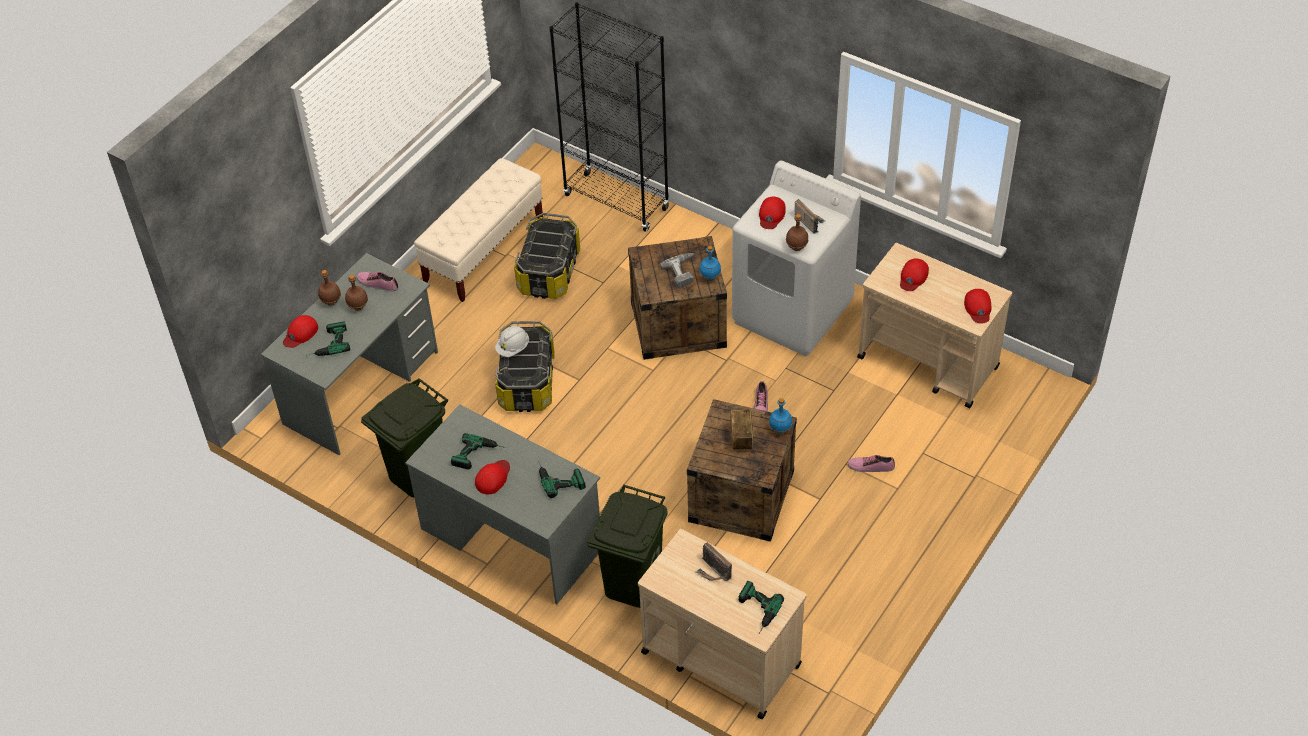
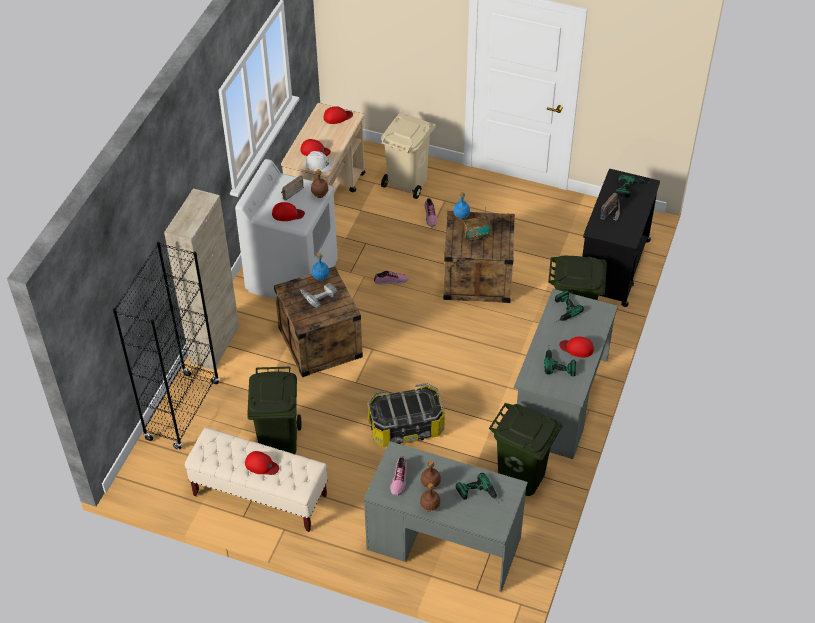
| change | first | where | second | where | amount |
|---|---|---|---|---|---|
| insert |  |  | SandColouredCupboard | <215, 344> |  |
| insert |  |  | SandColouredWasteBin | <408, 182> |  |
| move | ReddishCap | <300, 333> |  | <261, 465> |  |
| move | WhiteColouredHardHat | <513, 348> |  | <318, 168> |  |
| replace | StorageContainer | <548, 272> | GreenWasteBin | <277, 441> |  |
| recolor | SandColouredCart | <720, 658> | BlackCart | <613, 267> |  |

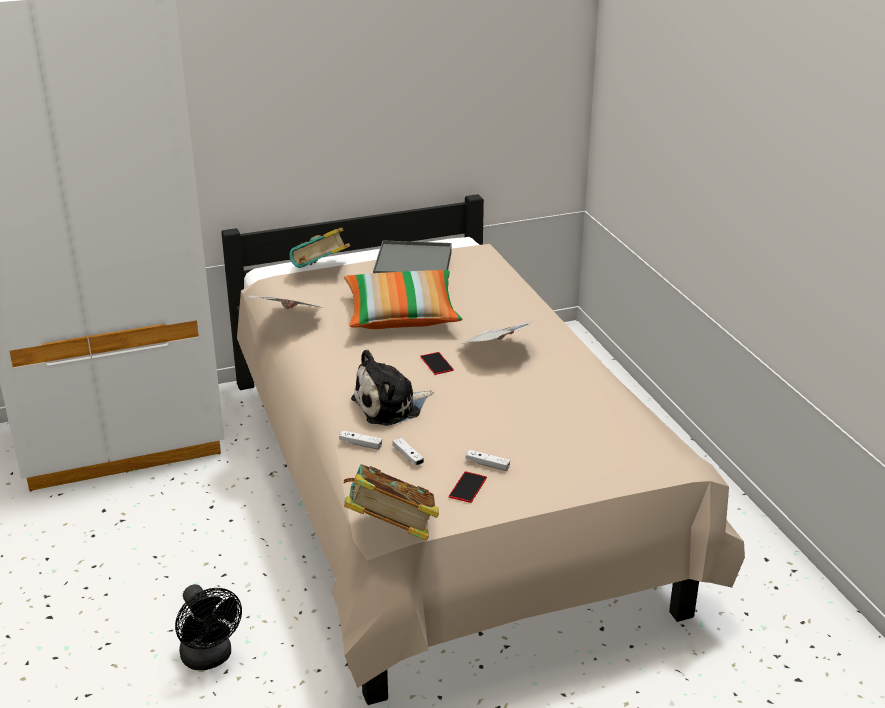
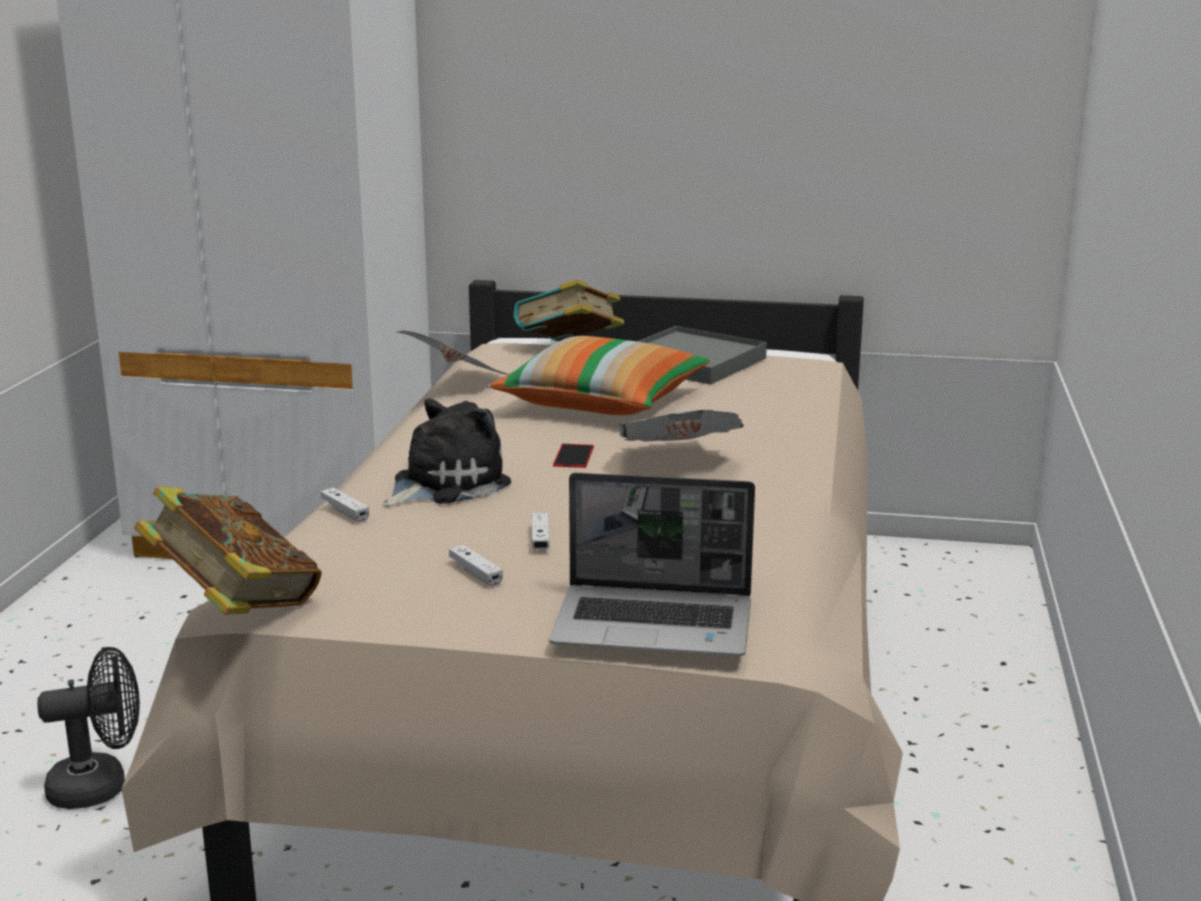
| change | first | where | second | where | amount |
|---|---|---|---|---|---|
| delete | Telephone | <468, 487> |  |  |  |
| insert |  |  | Laptop | <656, 624> |  |
| move | WhiteColouredGameController | <408, 456> |  | <540, 539> |  |
| rotate | BlackFan | <210, 658> |  | <100, 786> | 105 degrees counterclockwise |
| rotate | SoftToy | <390, 406> |  | <444, 484> | 135 degrees clockwise |

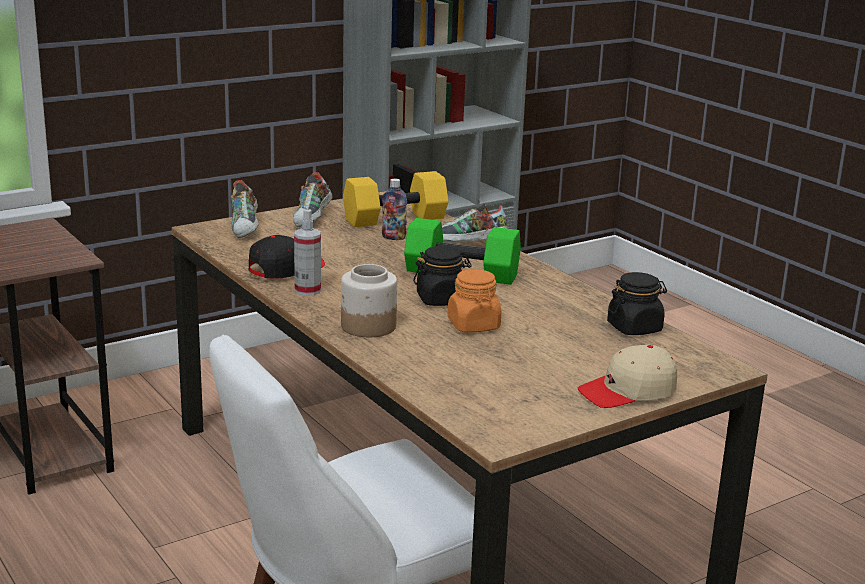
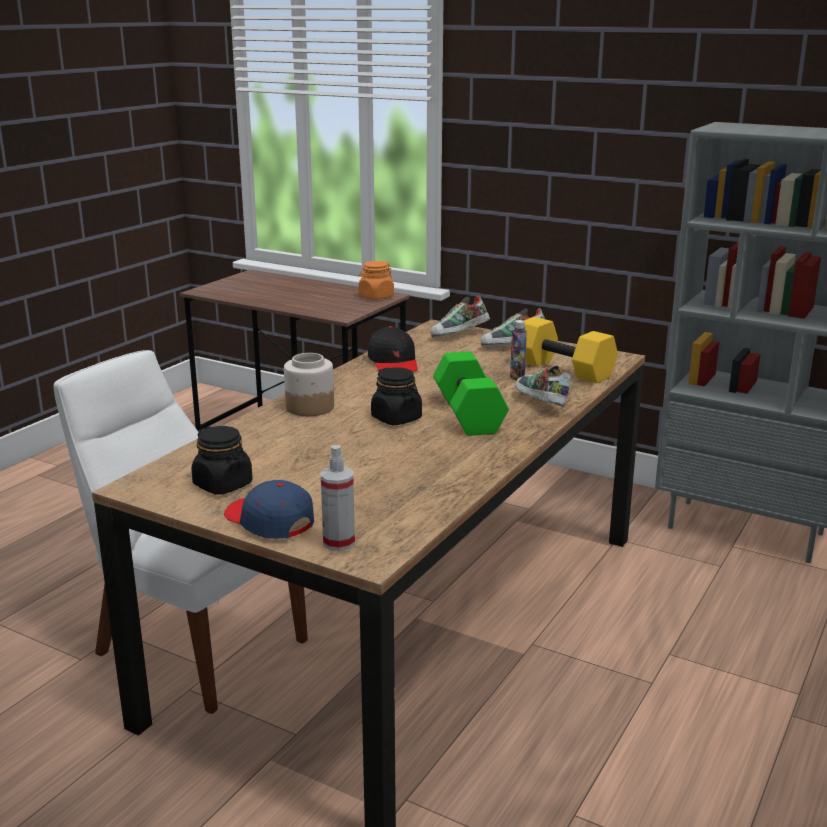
| change | first | where | second | where | amount |
|---|---|---|---|---|---|
| move | Sprayer | <307, 290> |  | <339, 542> |  |
| move | OrangeyStorageJar | <473, 325> |  | <376, 297> |  |
| move | BlackStorageJar | <634, 328> |  | <223, 485> |  |
| recolor | SandColouredCap | <628, 391> | BluishCap | <269, 521> |  |
| rotate | BlackCap | <285, 269> |  | <393, 362> | 60 degrees clockwise |

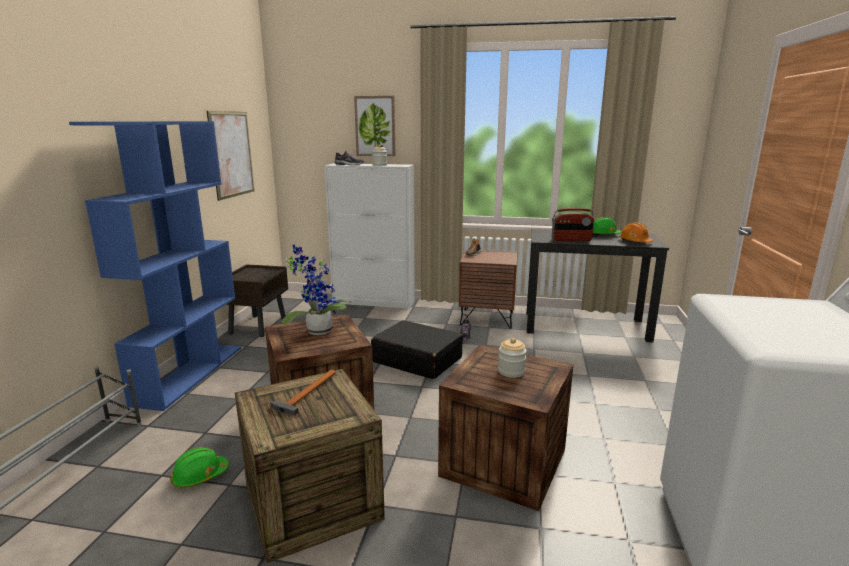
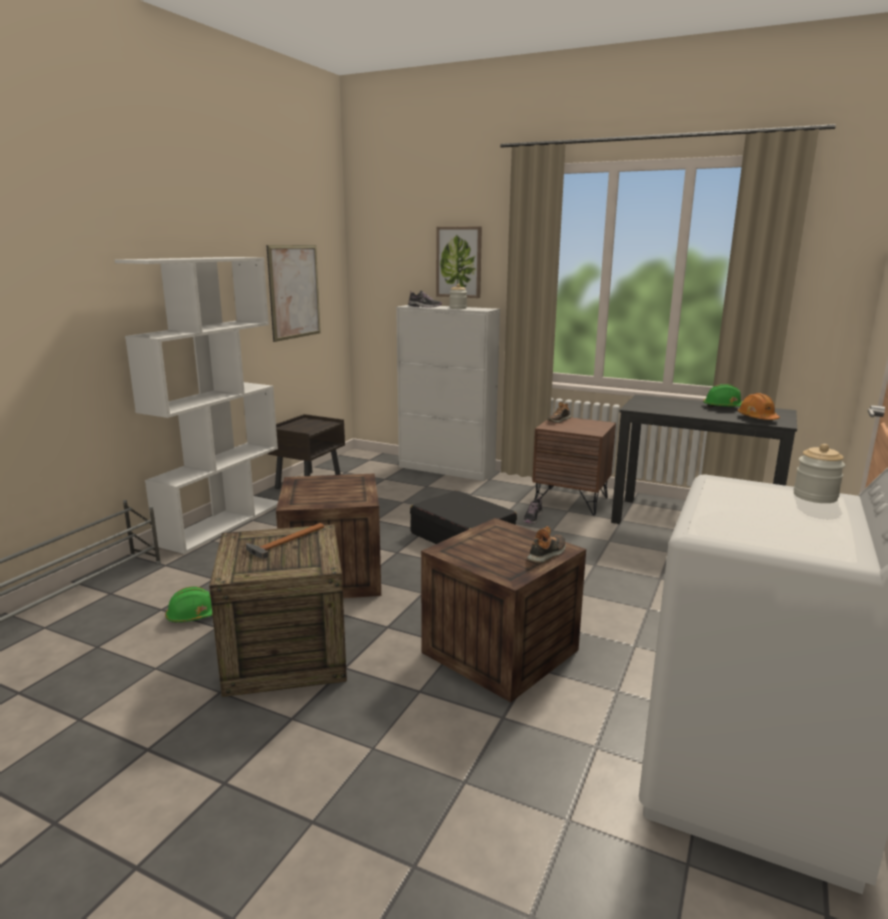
| change | first | where | second | where | amount |
|---|---|---|---|---|---|
| delete | Houseplant | <317, 330> |  |  |  |
| delete | Radio | <571, 240> |  |  |  |
| insert |  |  | Shoe | <547, 553> |  |
| move | StorageJar | <511, 371> |  | <815, 496> |  |
| recolor | BluishShelvingUnit | <190, 374> | WhiteColouredShelvingUnit | <222, 523> |  |

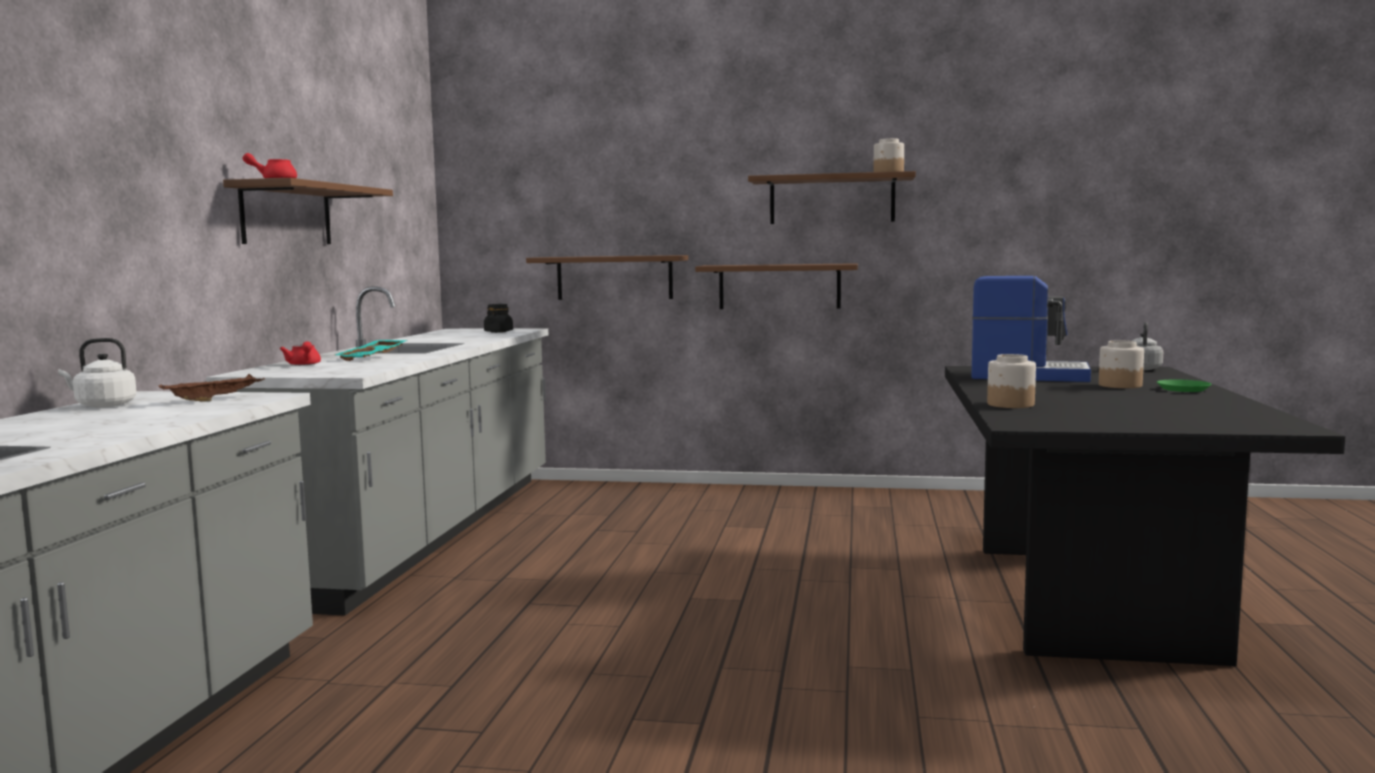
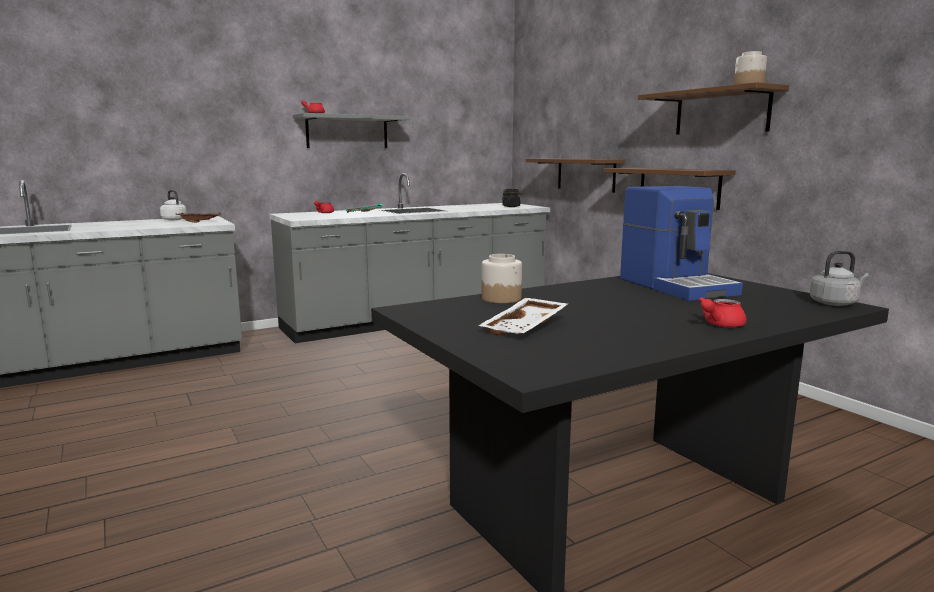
| change | first | where | second | where | amount |
|---|---|---|---|---|---|
| delete | StorageJar | <1119, 385> |  |  |  |
| insert |  |  | WhiteColouredTray | <526, 328> |  |
| replace | GreenDinnerPlate | <1183, 389> | ReddishTeapot | <719, 325> |  |
| recolor | BrownishBracketShelf | <286, 215> | GreyBracketShelf | <347, 132> |  |

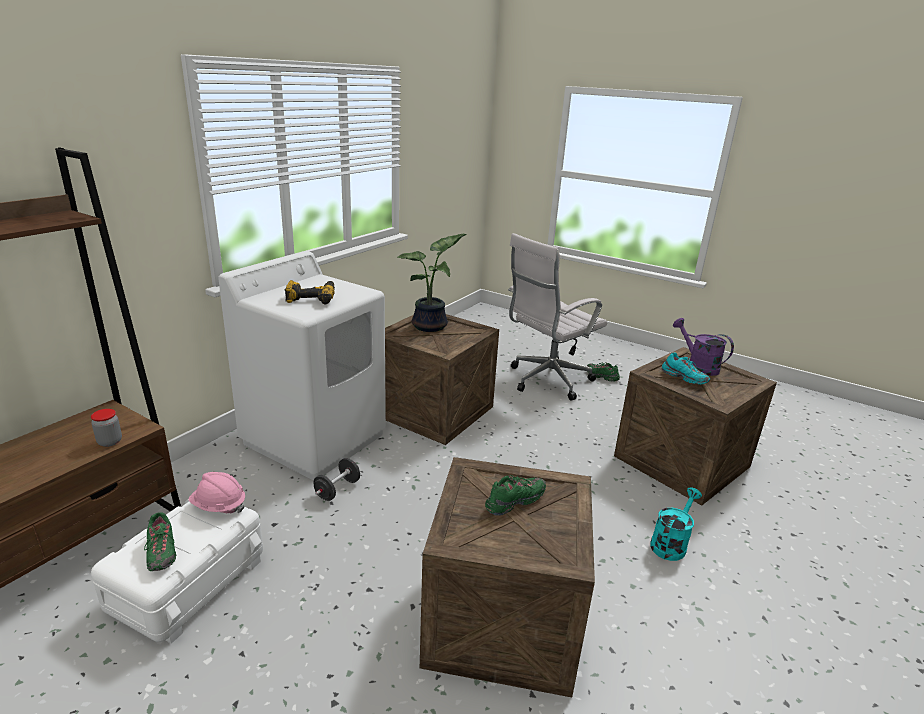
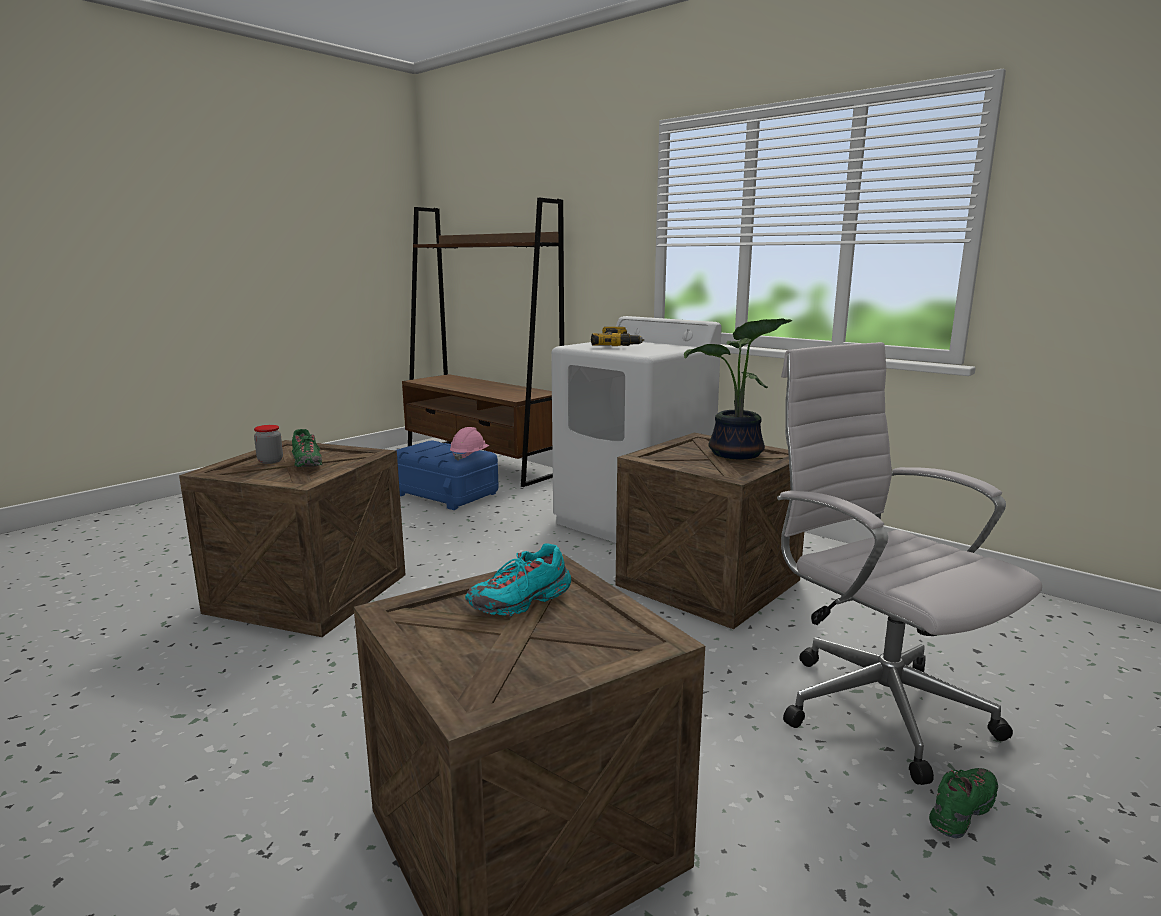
| change | first | where | second | where | amount |
|---|---|---|---|---|---|
| delete | GreenShoe | <162, 552> |  |  |  |
| delete | BlackDumbbell | <337, 489> |  |  |  |
| delete | BlueGreenSprinklingCan | <670, 543> |  |  |  |
| delete | PurpleColouredSprinklingCan | <697, 366> |  |  |  |
| move | StorageJar | <110, 442> |  | <270, 461> |  |
| recolor | WhiteColouredStorageContainer | <188, 583> | BluishStorageContainer | <445, 494> |  |

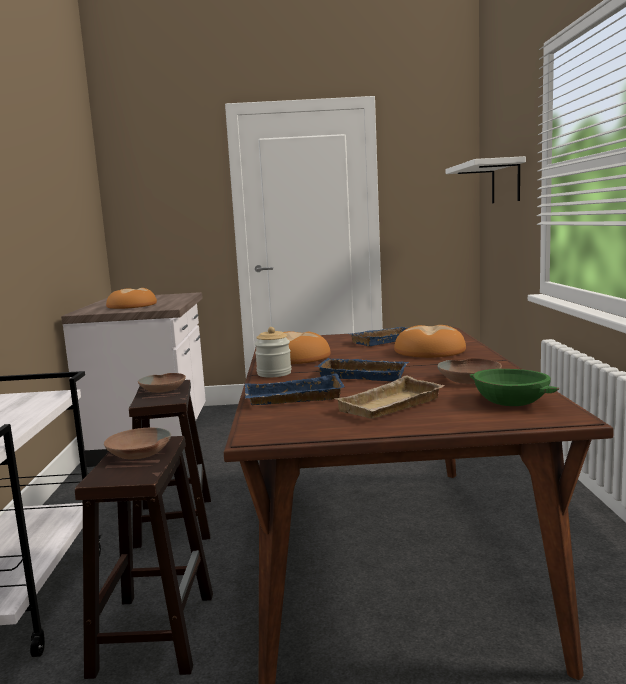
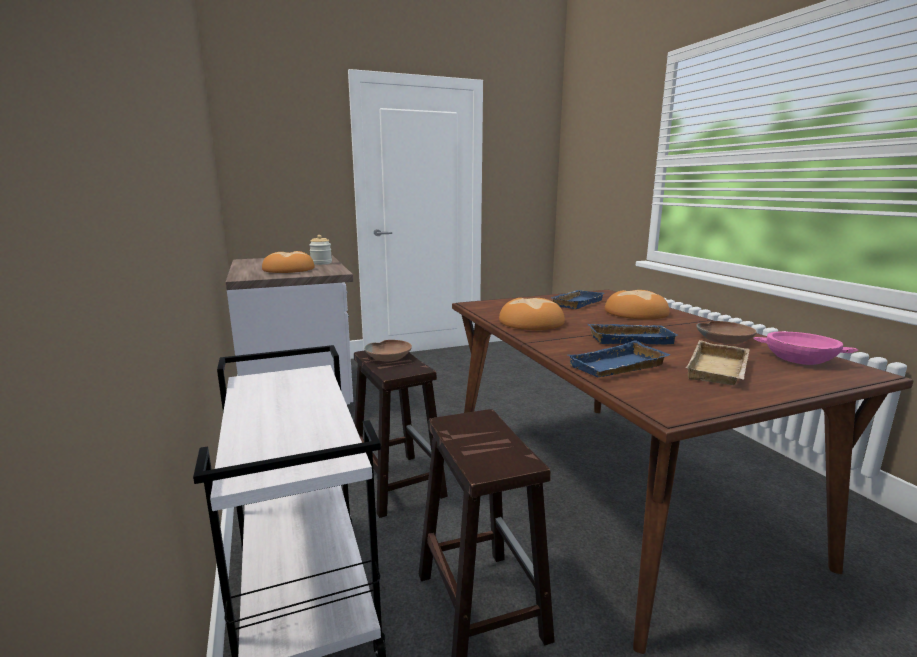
| change | first | where | second | where | amount |
|---|---|---|---|---|---|
| delete | BrownishDeepDish | <138, 453> |  |  |  |
| delete | WhiteColouredBracketShelf | <505, 182> |  |  |  |
| move | StorageJar | <274, 373> |  | <321, 263> |  |
| recolor | GreenDeepDish | <509, 401> | PinkishDeepDish | <799, 360> |  |

